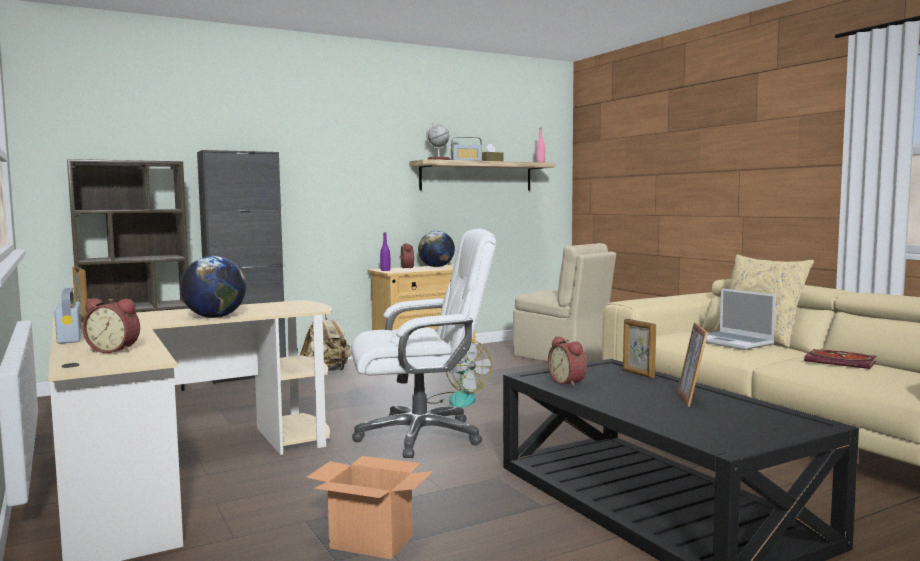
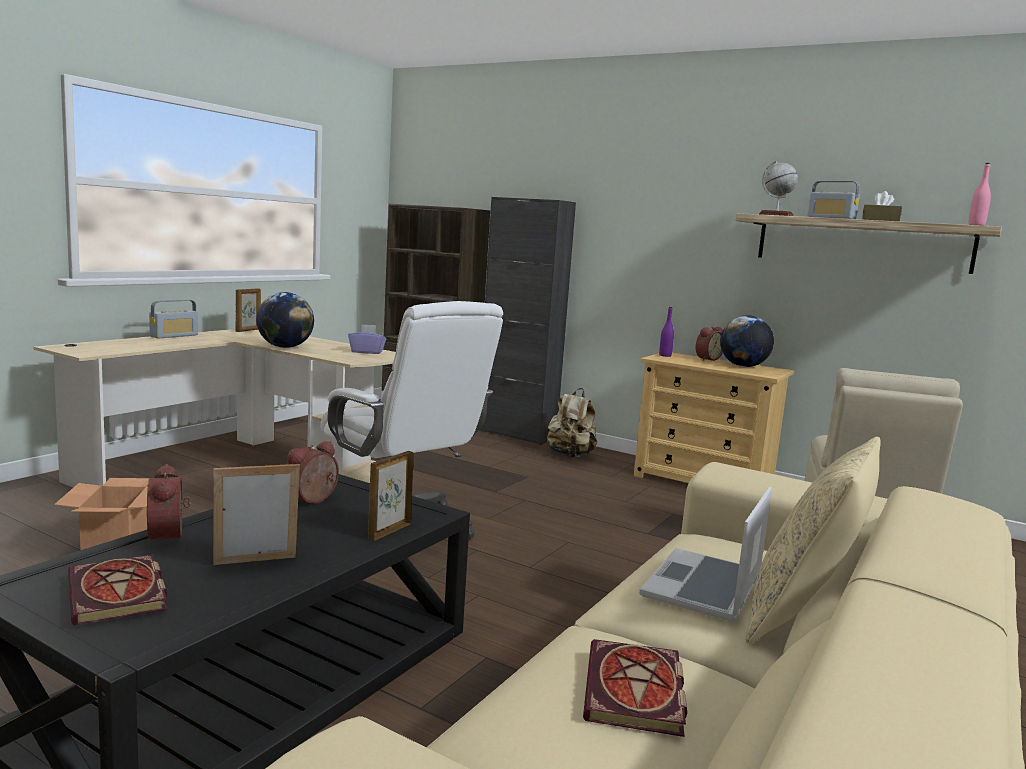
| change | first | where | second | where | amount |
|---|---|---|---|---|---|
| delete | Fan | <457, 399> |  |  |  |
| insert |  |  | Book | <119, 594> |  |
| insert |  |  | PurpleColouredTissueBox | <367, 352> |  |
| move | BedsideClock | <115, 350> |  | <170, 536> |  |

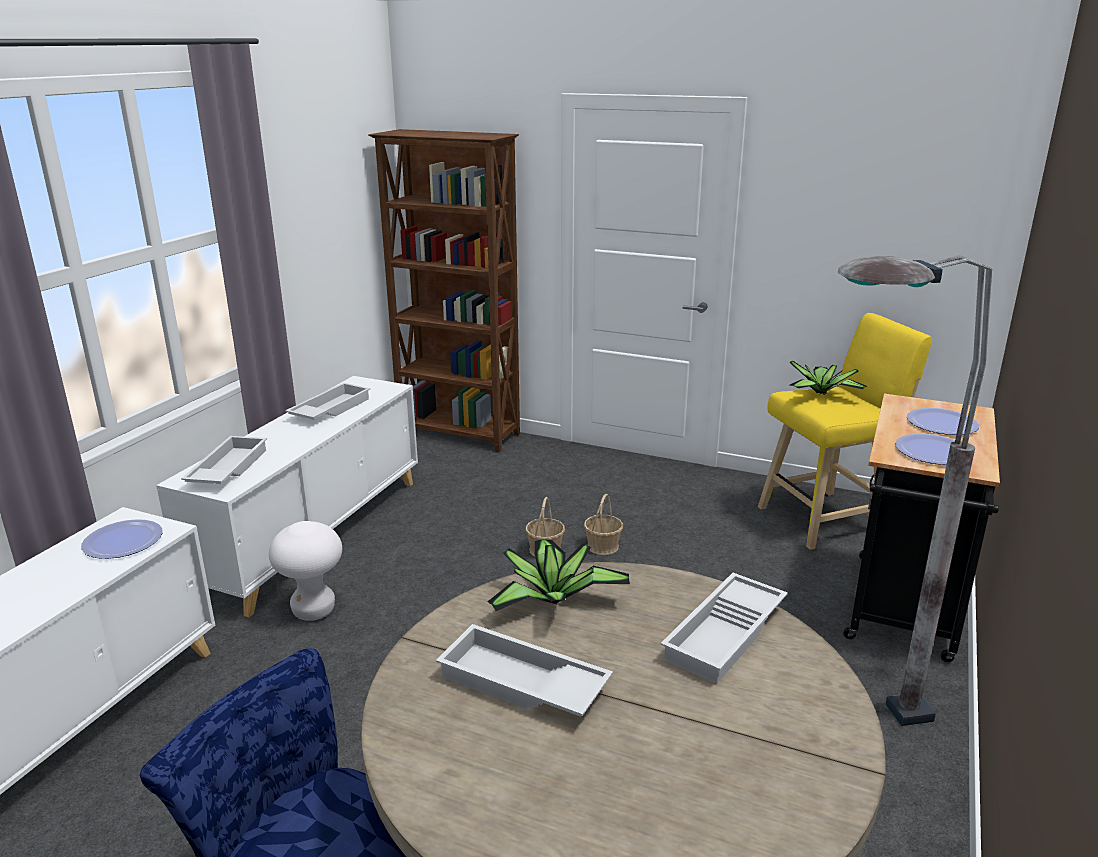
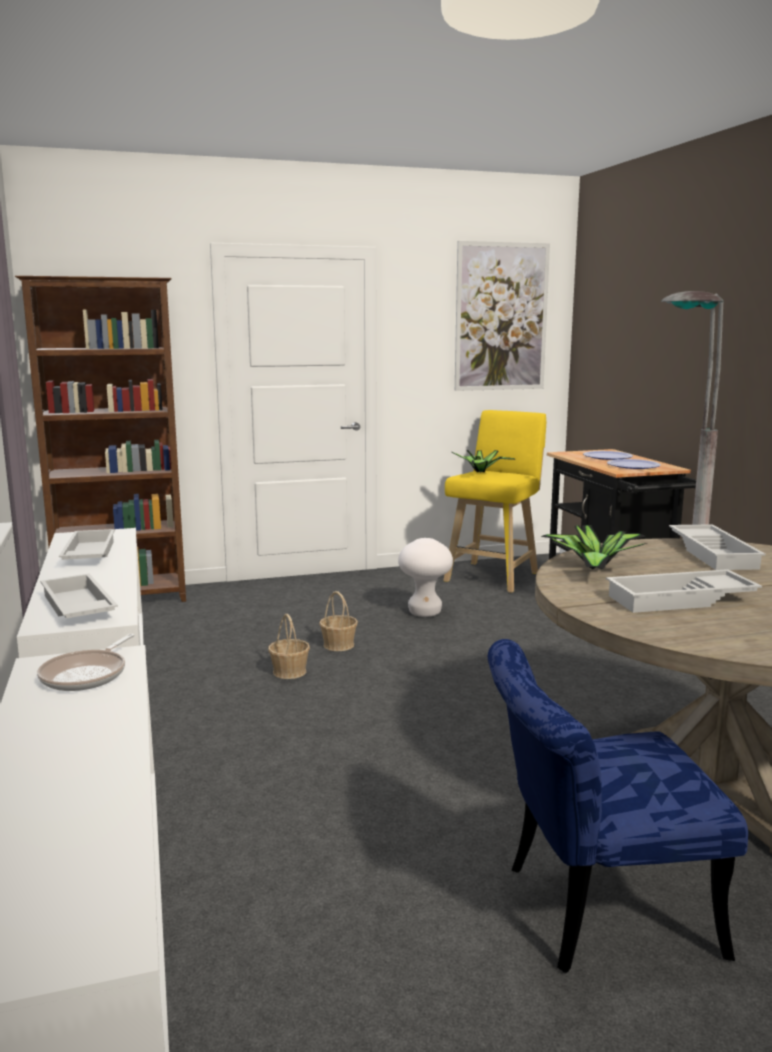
| change | first | where | second | where | amount |
|---|---|---|---|---|---|
| insert |  |  | Picture | <501, 317> |  |
| move | WhiteColouredStool | <314, 610> |  | <424, 613> |  |
| move | StorageBasket | <603, 546> |  | <289, 671> |  |
| replace | DinnerPlate | <123, 541> | Pan | <87, 675> |  |

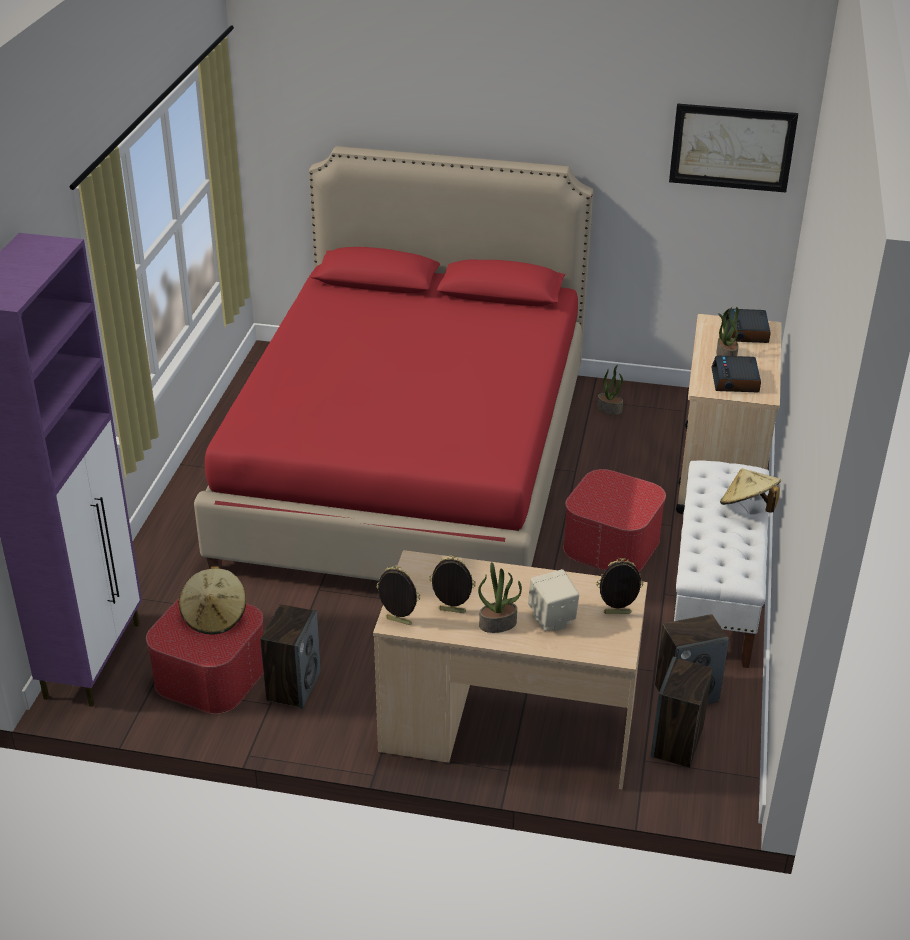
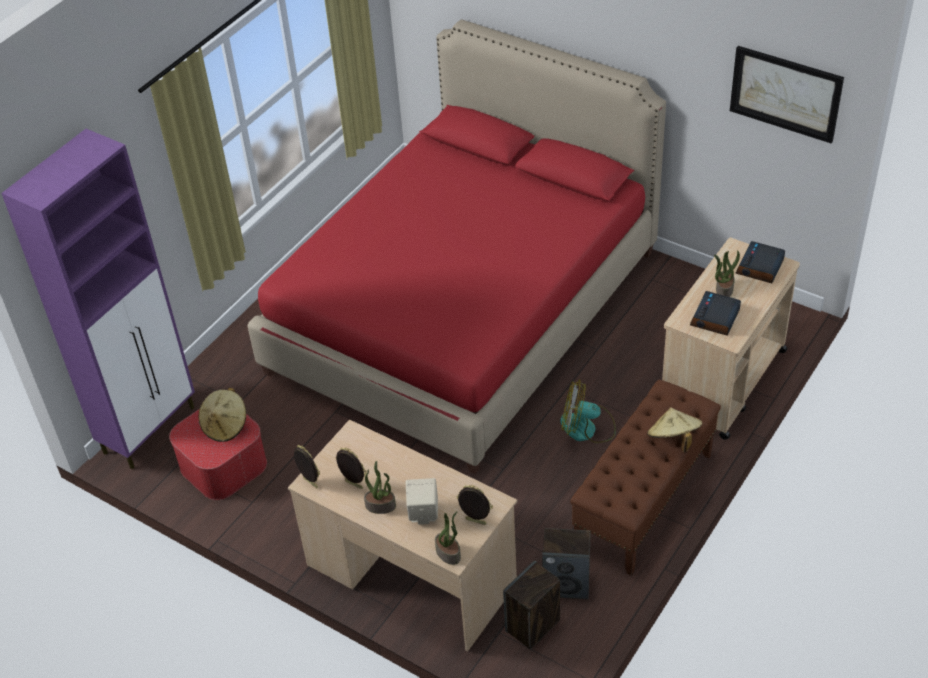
| change | first | where | second | where | amount |
|---|---|---|---|---|---|
| delete | AudioSpeaker | <293, 686> |  |  |  |
| move | Houseplant | <610, 409> |  | <449, 553> |  |
| replace | Footrest | <611, 544> | Fan | <587, 428> |  |
| recolor | WhiteColouredBench | <715, 595> | BrownishBench | <644, 501> |  |

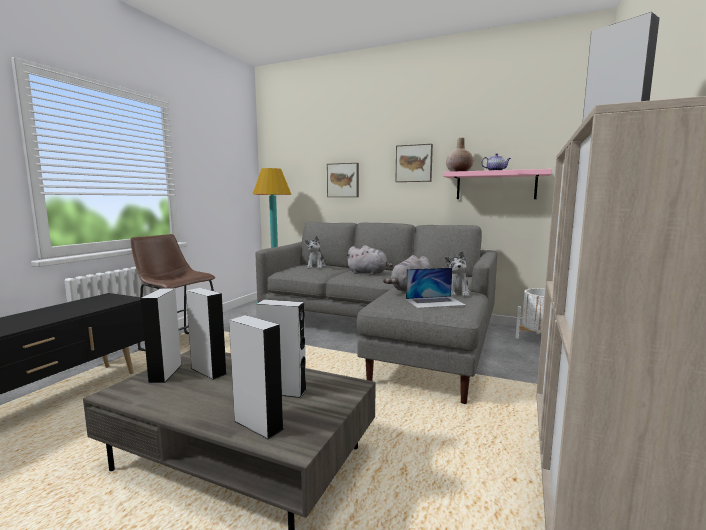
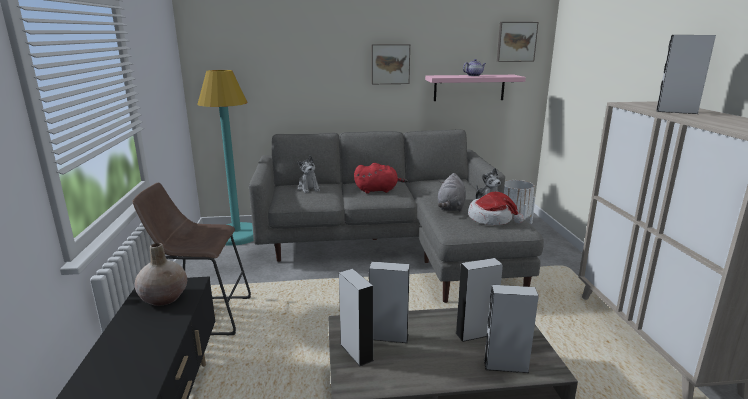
| change | first | where | second | where | amount |
|---|---|---|---|---|---|
| move | Picture | <343, 180> |  | <516, 41> |  |
| move | SandColouredFlowerVase | <459, 172> |  | <164, 298> |  |
| replace | Laptop | <435, 302> | ClothingHat | <491, 219> |  |
| recolor | GreySoftToy | <369, 273> | ReddishSoftToy | <378, 190> |  |

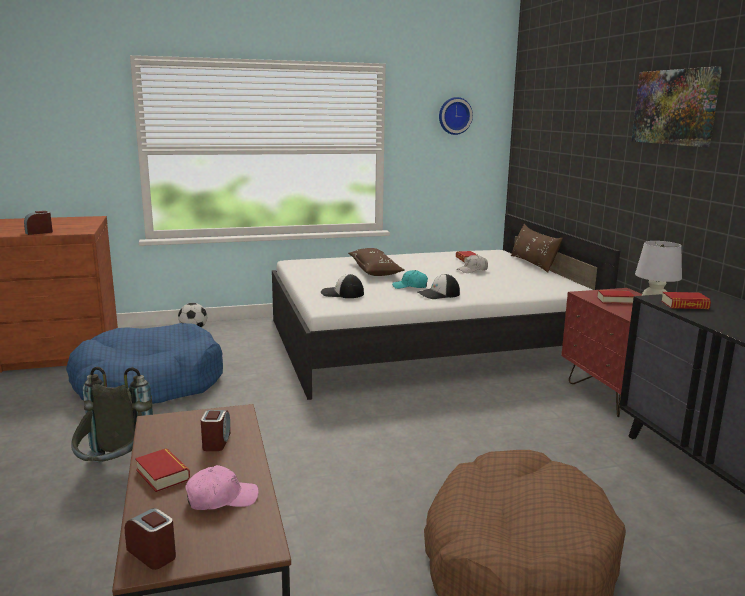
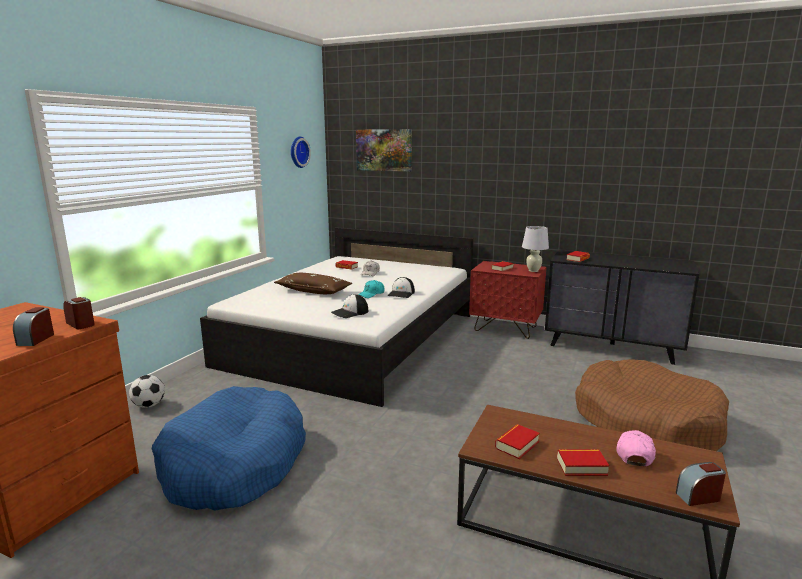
| change | first | where | second | where | amount |
|---|---|---|---|---|---|
| delete | GreyRucksack | <114, 473> |  |  |  |
| delete | BrownishCushion | <533, 264> |  |  |  |
| insert |  |  | Book | <517, 445> |  |
| move | BedsideClock | <216, 442> |  | <81, 324> |  |
| move | Picture | <675, 107> |  | <384, 150> |  |

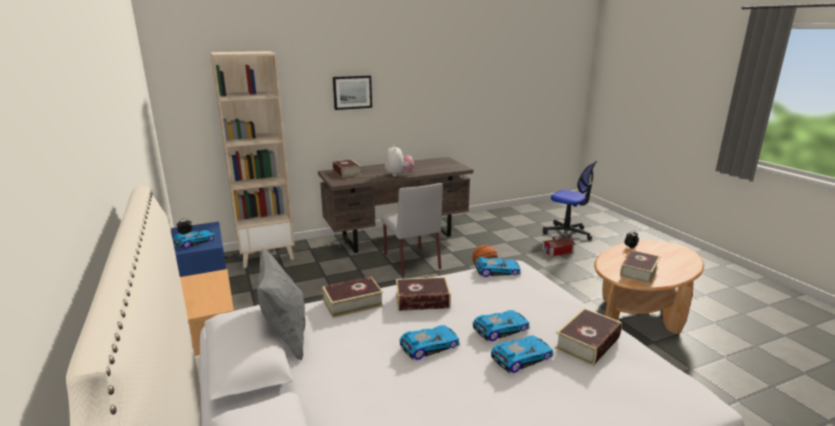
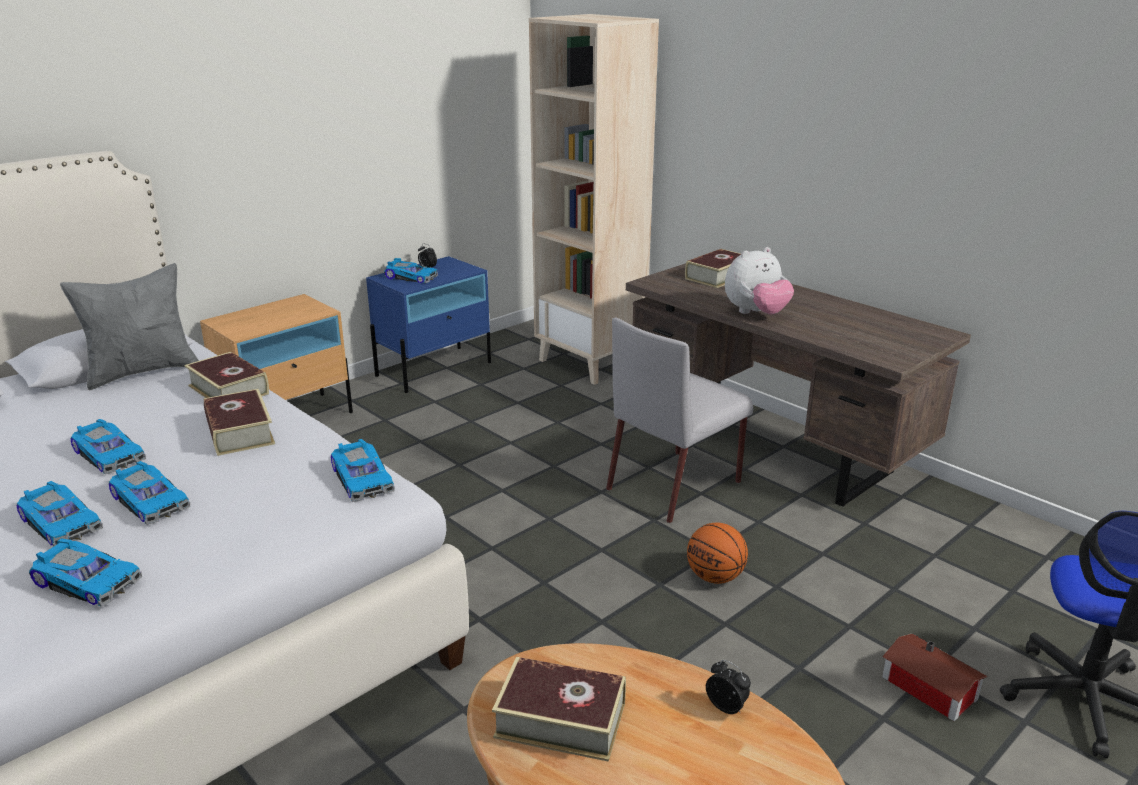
| change | first | where | second | where | amount |
|---|---|---|---|---|---|
| delete | Picture | <352, 92> |  |  |  |
| replace | Book | <587, 343> | MiniatureCar | <89, 580> |  |

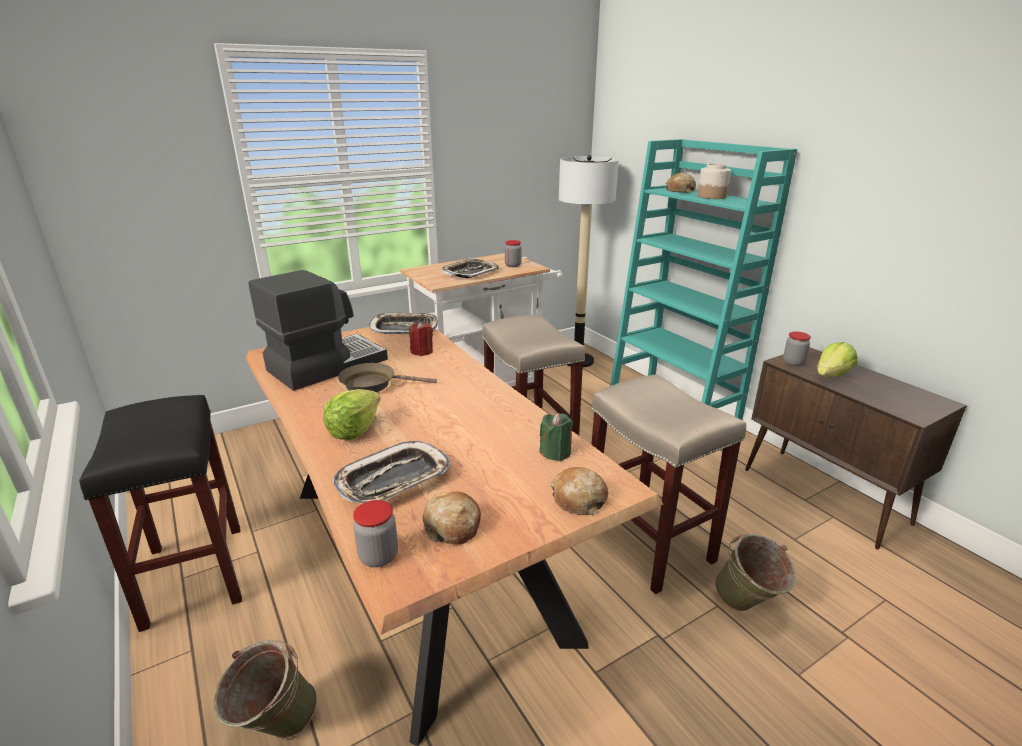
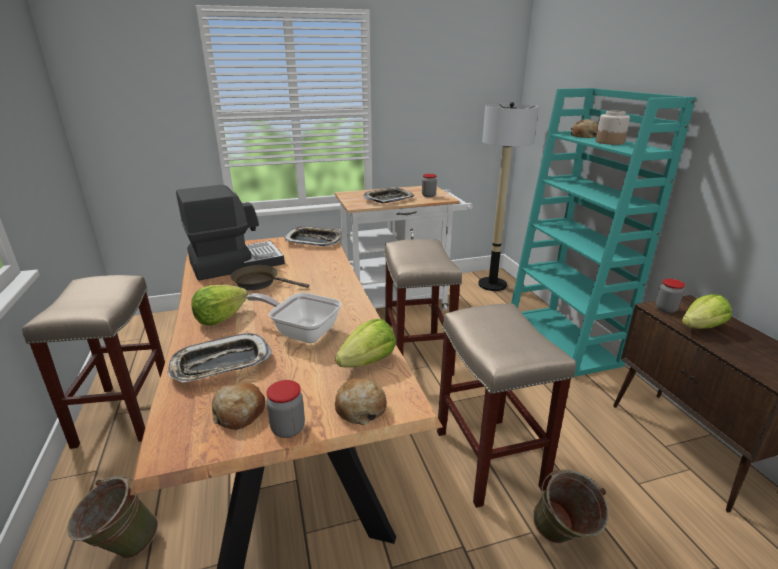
| change | first | where | second | where | amount |
|---|---|---|---|---|---|
| delete | ReddishWaxCandle | <422, 351> |  |  |  |
| insert |  |  | Pan | <301, 332> |  |
| move | StorageJar | <378, 556> |  | <288, 429> |  |
| replace | GreenWaxCandle | <555, 452> | LettuceHead | <368, 362> |  |
| recolor | BlackStool | <194, 574> | SandColouredStool | <124, 412> |  |

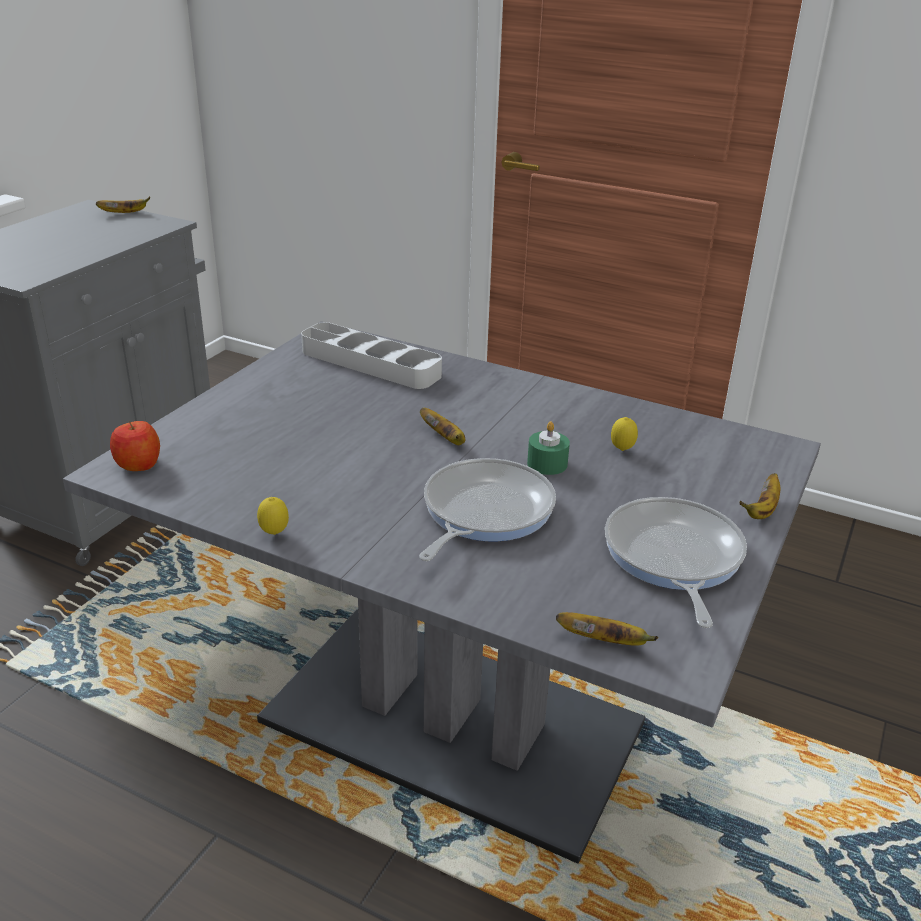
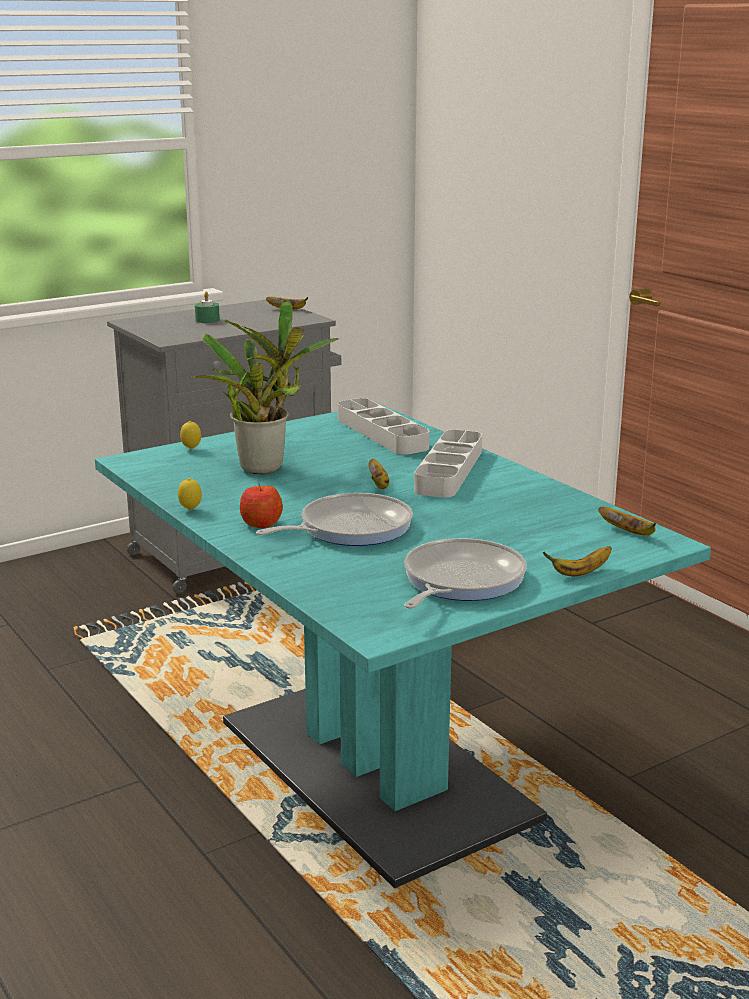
| change | first | where | second | where | amount |
|---|---|---|---|---|---|
| insert |  |  | Houseplant | <265, 466> |  |
| insert |  |  | GreyTray | <449, 471> |  |
| move | Apple | <138, 464> |  | <261, 524> |  |
| move | GreenWaxCandle | <547, 464> |  | <207, 320> |  |
| move | Banana | <604, 641> |  | <629, 532> |  |
| move | CitrusFruit | <622, 450> |  | <191, 449> |  |
| recolor | GreyDiningTable | <452, 724> | BlueGreenDiningTable | <374, 770> |  |

